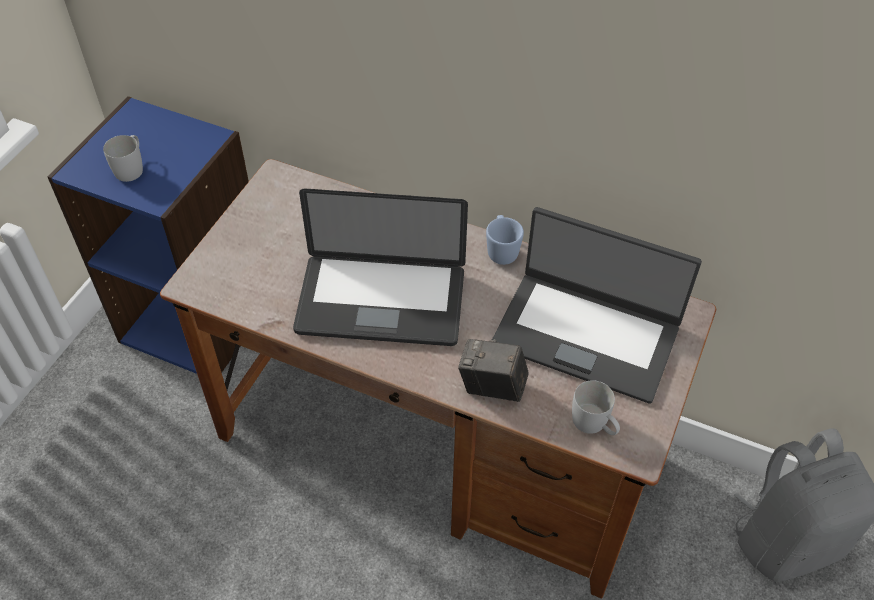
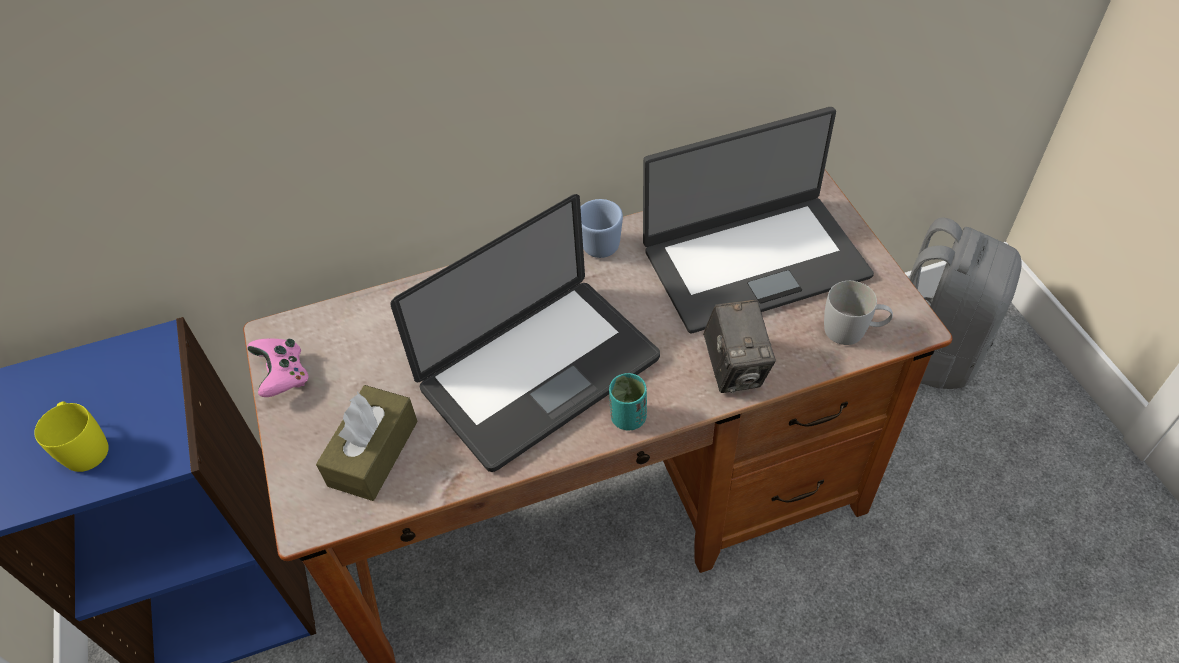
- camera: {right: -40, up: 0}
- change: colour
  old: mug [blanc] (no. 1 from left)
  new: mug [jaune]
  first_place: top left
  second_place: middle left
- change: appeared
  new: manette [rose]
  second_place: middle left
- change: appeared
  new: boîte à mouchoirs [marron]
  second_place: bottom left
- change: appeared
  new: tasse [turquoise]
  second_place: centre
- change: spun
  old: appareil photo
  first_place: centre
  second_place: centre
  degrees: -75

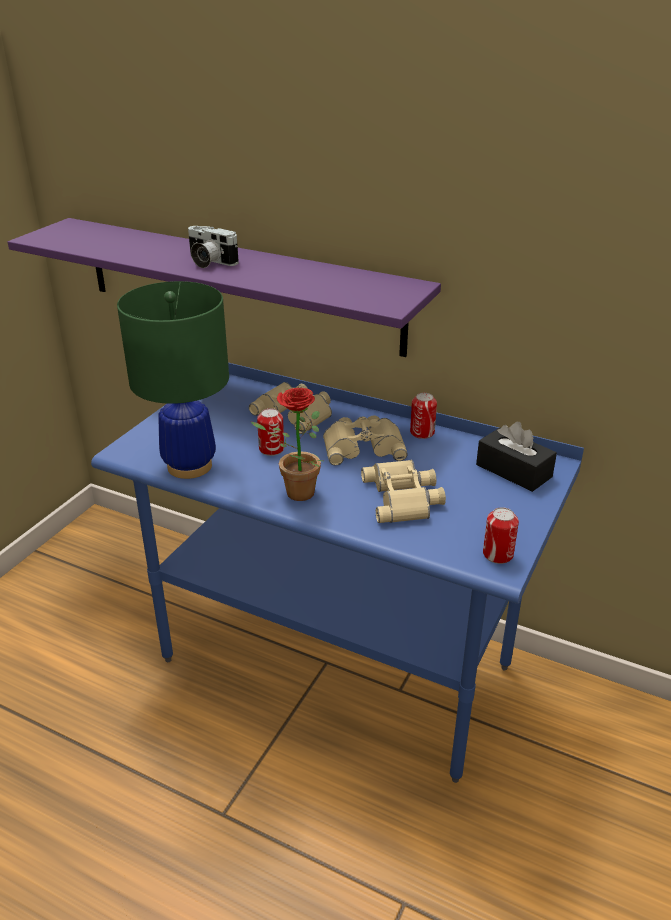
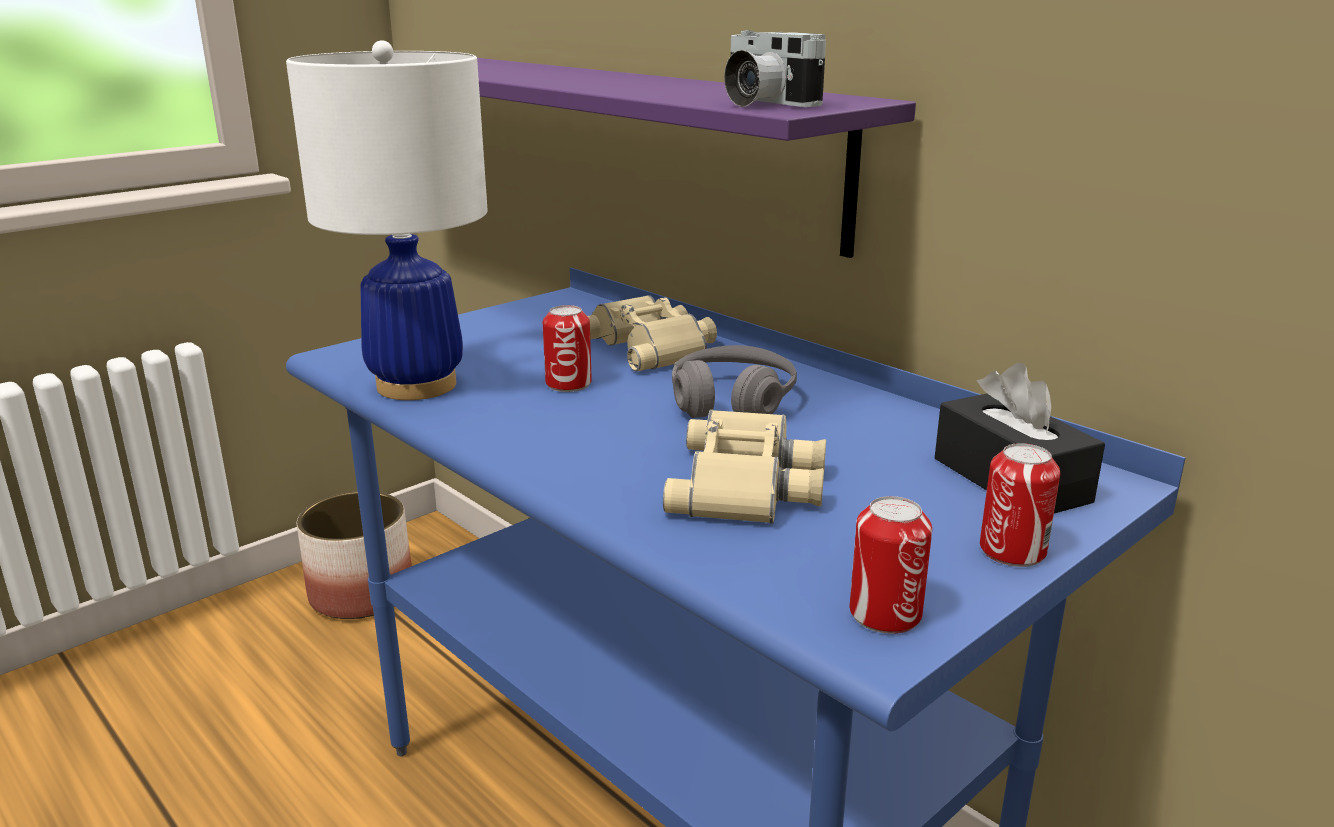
- camera: {right: 20, up: -10}
- change: colour
  old: lampe de table [vert]
  new: lampe de table [blanc]
  first_place: middle left
  second_place: top left
- change: appeared
  new: cache-pot
  second_place: bottom left
- change: exchanged
  old: jumelles [beige] (no. 2 from left)
  new: casque audio [gris]
  first_place: centre
  second_place: centre
- change: relocated
  old: appareil photo
  first_place: top left
  second_place: top centre
- change: relocated
  old: boîte métallique (no. 2 from left in the first image)
  new: boîte métallique (no. 3 from left)
  first_place: centre
  second_place: middle right
- change: missing
  old: plante en pot
  first_place: centre

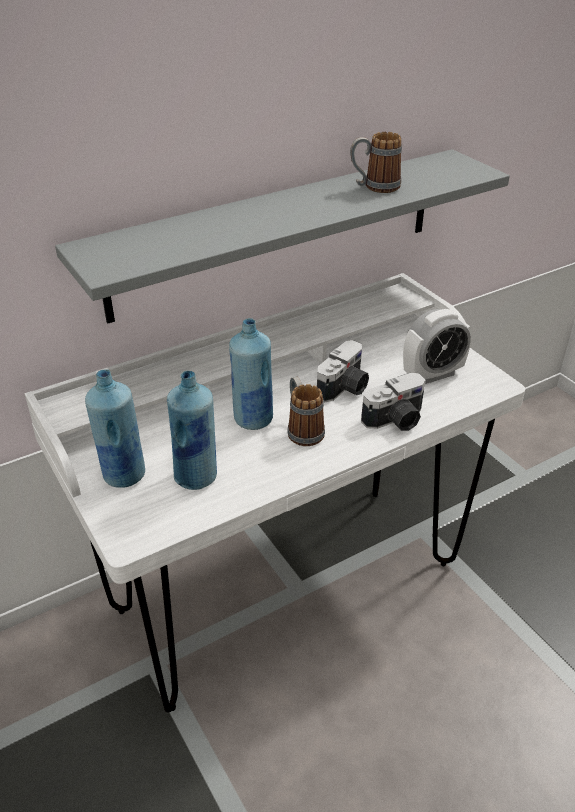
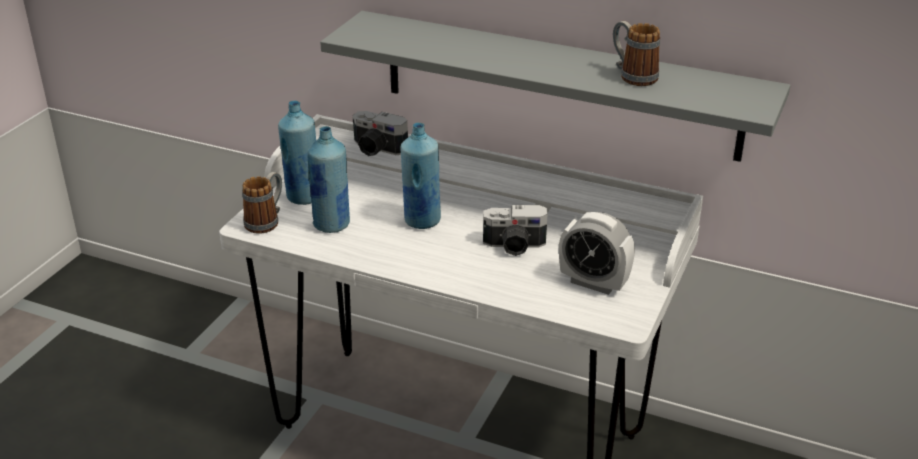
- camera: {right: 55, up: -5}
- change: relocated
  old: mug (no. 1 from left)
  first_place: centre
  second_place: middle left
- change: relocated
  old: appareil photo (no. 2 from left in the first image)
  new: appareil photo (no. 1 from left)
  first_place: middle right
  second_place: top centre

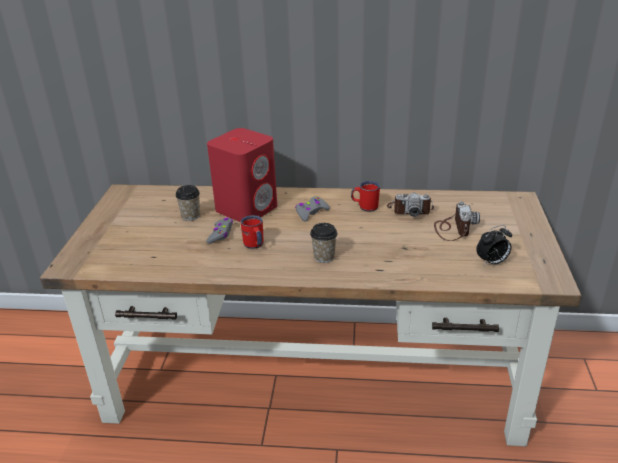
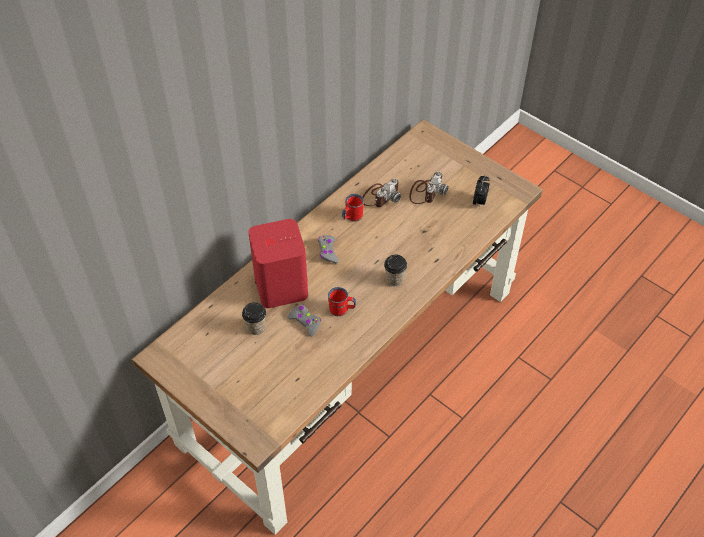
- camera: {right: -55, up: 20}
- change: spun
  old: appareil photo (no. 2 from left)
  first_place: middle right
  second_place: centre
  degrees: 75

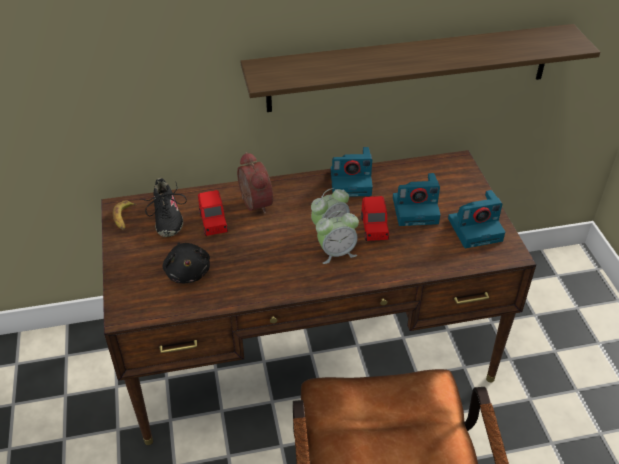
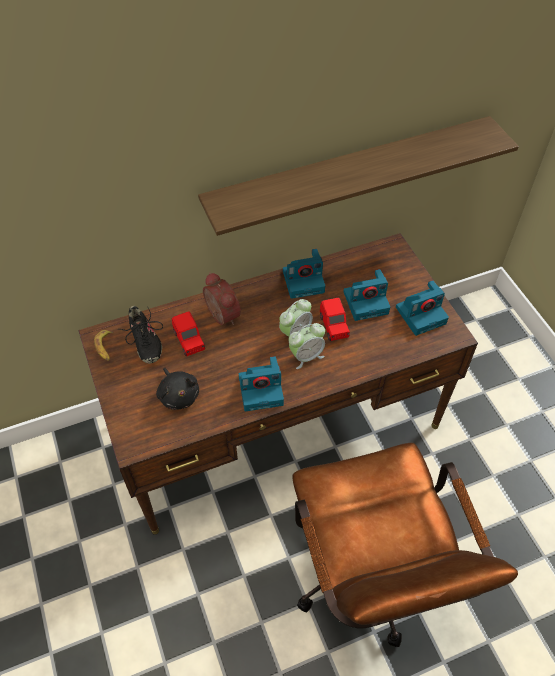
- camera: {right: -10, up: 10}
- change: appeared
  new: appareil photo (no. 1 from left)
  second_place: centre

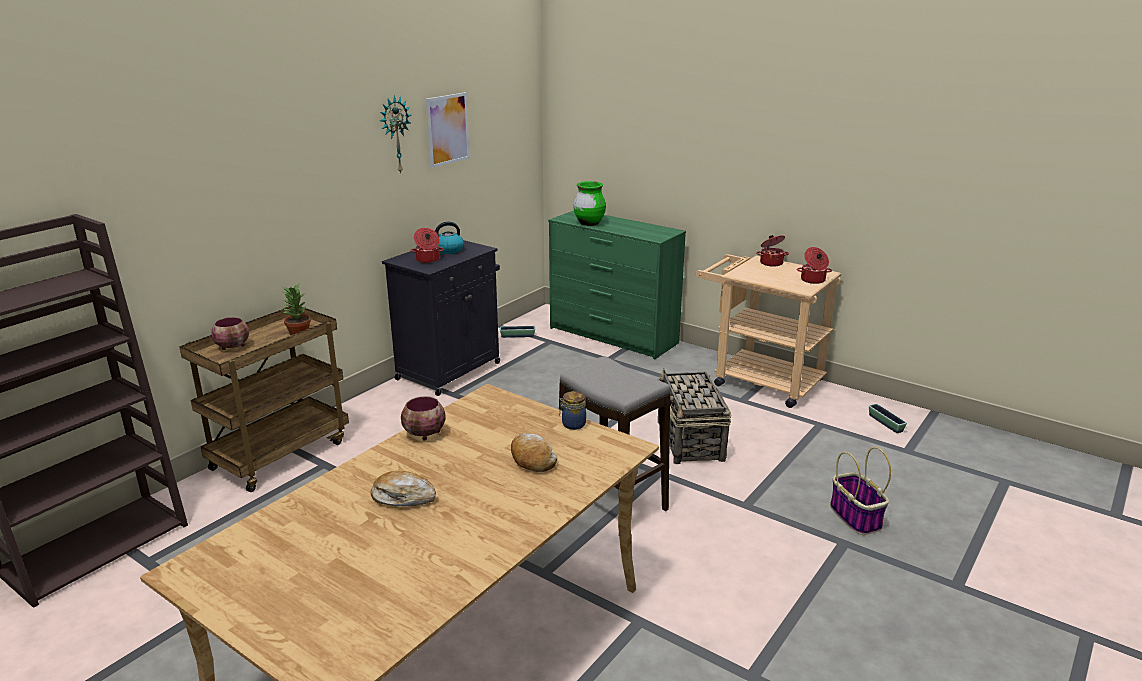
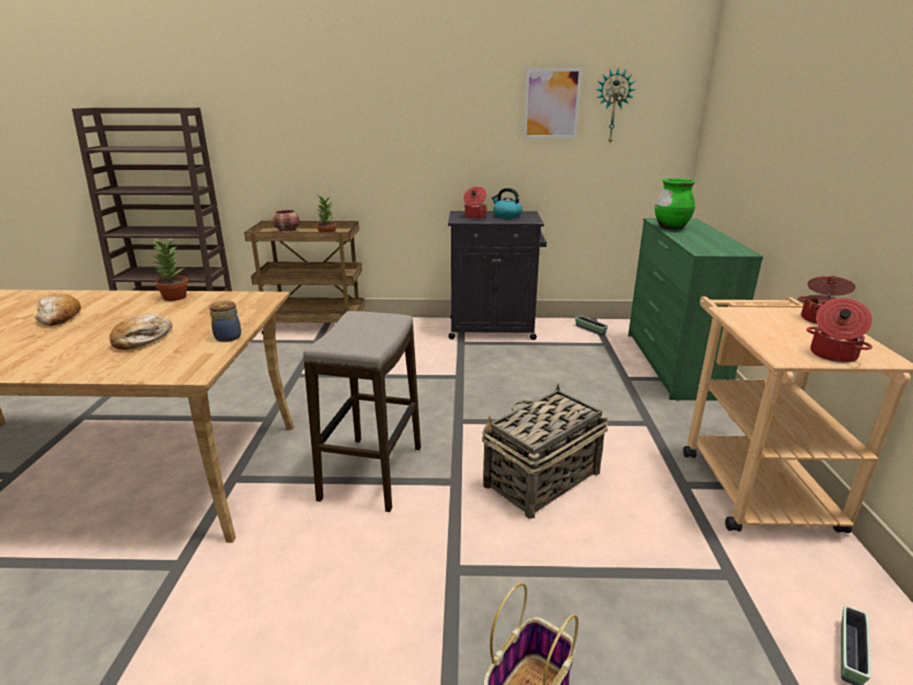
- camera: {right: 55, up: 0}
- change: exchanged
  old: bol (no. 2 from left)
  new: plante en pot (no. 1 from left)
  first_place: centre
  second_place: middle left
- change: relocated
  old: horloge murale
  first_place: top centre
  second_place: top right

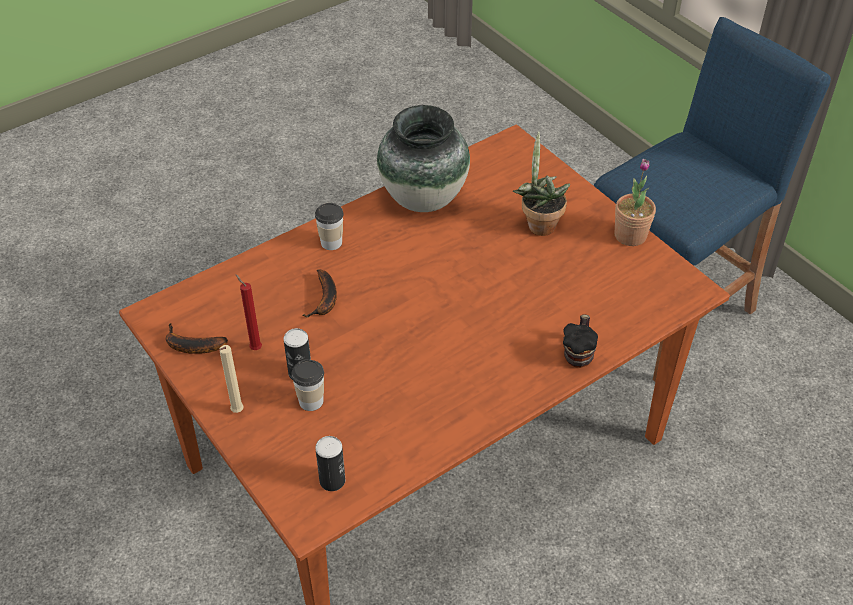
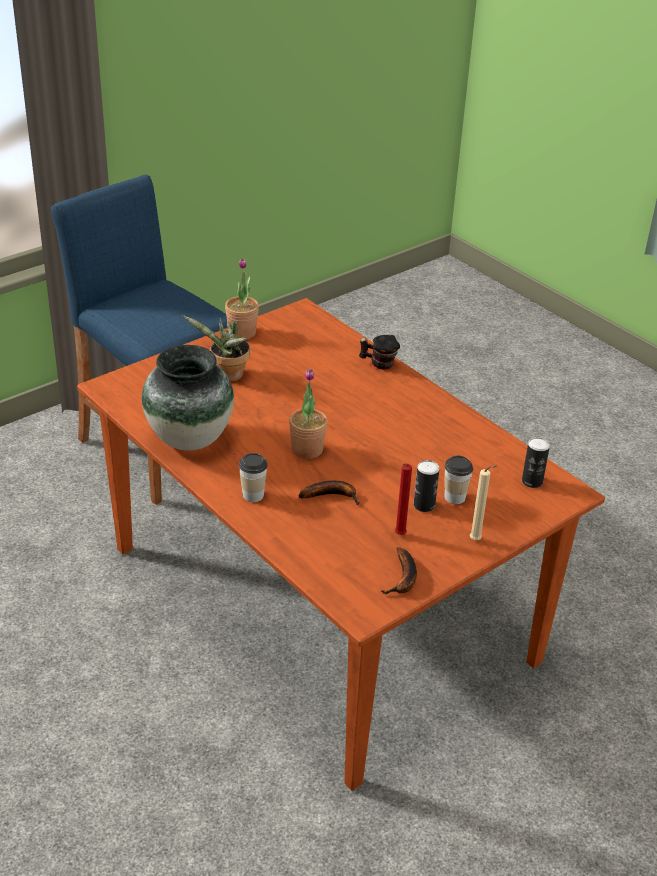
- camera: {right: -95, up: -10}
- change: appeared
  new: plante en pot (no. 3 from left)
  second_place: centre

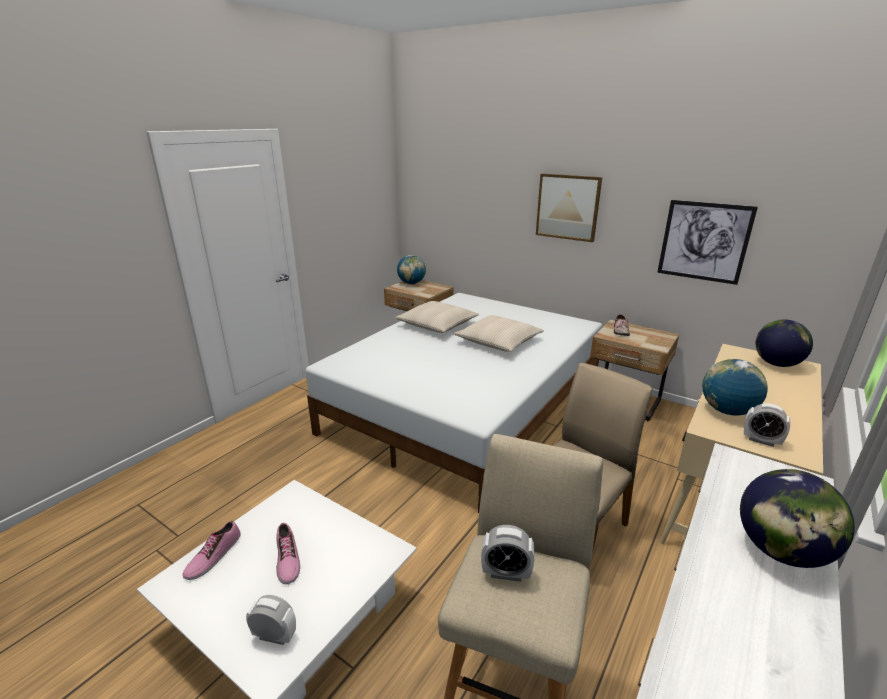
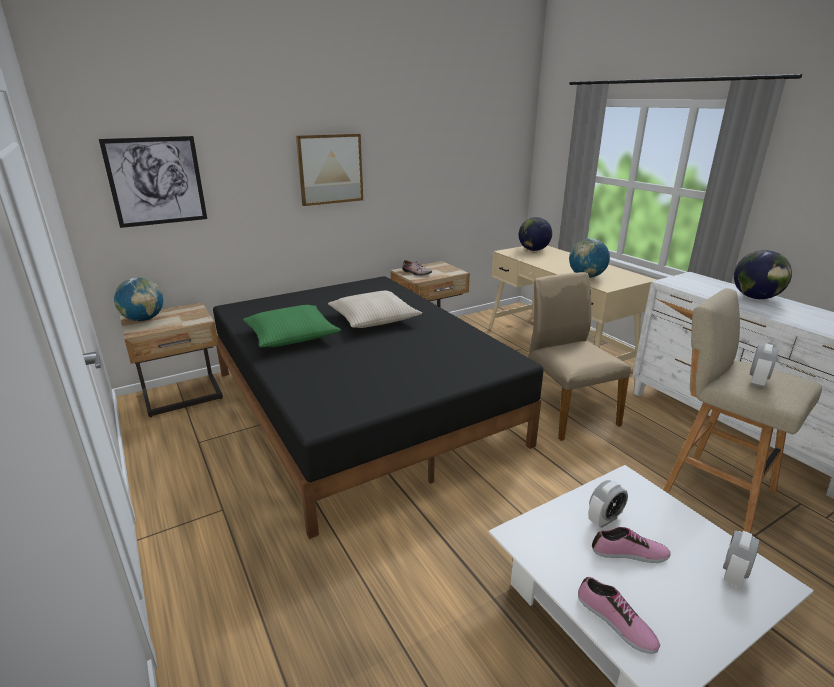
- camera: {right: -65, up: 0}
- change: relocated
  old: tableau (no. 2 from left in the first image)
  new: tableau (no. 1 from left)
  first_place: middle right
  second_place: top left
- change: colour
  old: lit [blanc]
  new: lit [noir]
  first_place: centre
  second_place: centre
- change: colour
  old: coussin [beige] (no. 1 from left)
  new: coussin [vert]
  first_place: centre
  second_place: centre
- change: relocated
  old: réveil (no. 3 from left in the first image)
  new: réveil (no. 1 from left)
  first_place: middle right
  second_place: bottom right

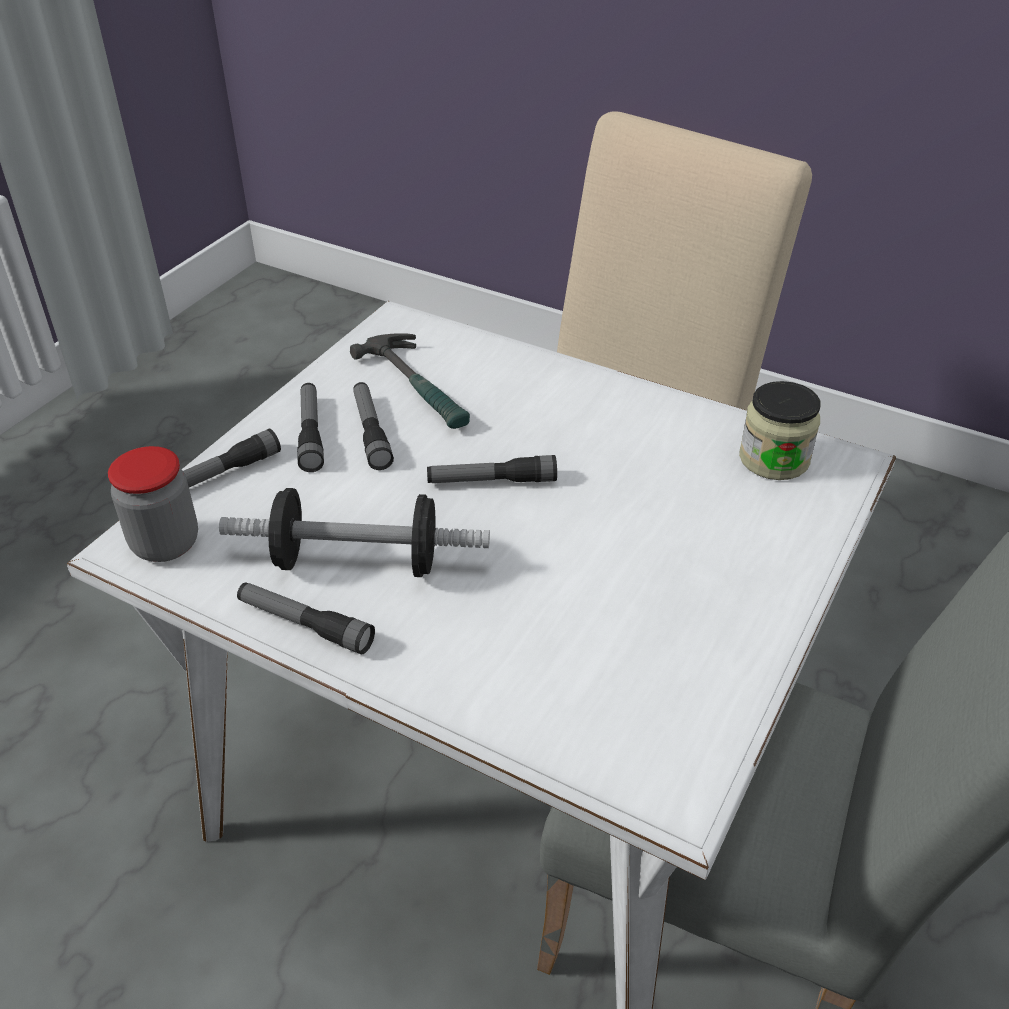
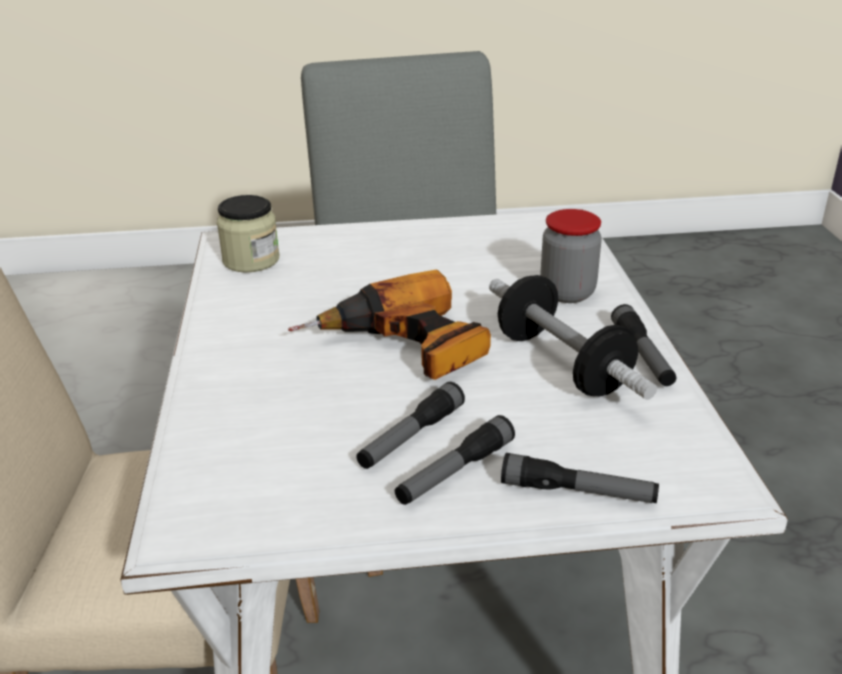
- camera: {right: -125, up: -10}
- change: exchanged
  old: lampe de poche (no. 5 from left)
  new: perceuse
  first_place: centre
  second_place: centre
- change: relocated
  old: bocal (no. 1 from left in the first image)
  new: bocal (no. 2 from left)
  first_place: middle left
  second_place: middle right
- change: missing
  old: marteau
  first_place: centre

